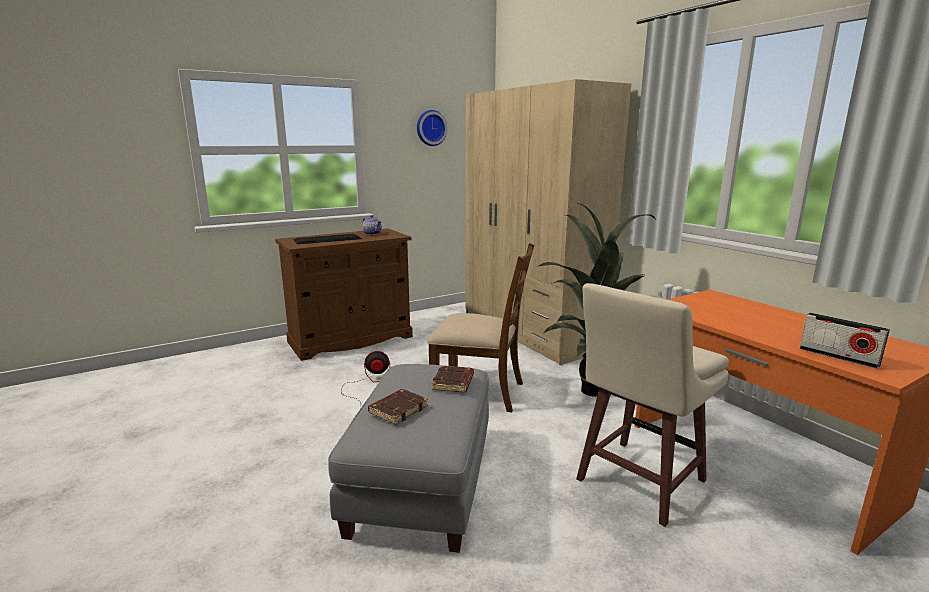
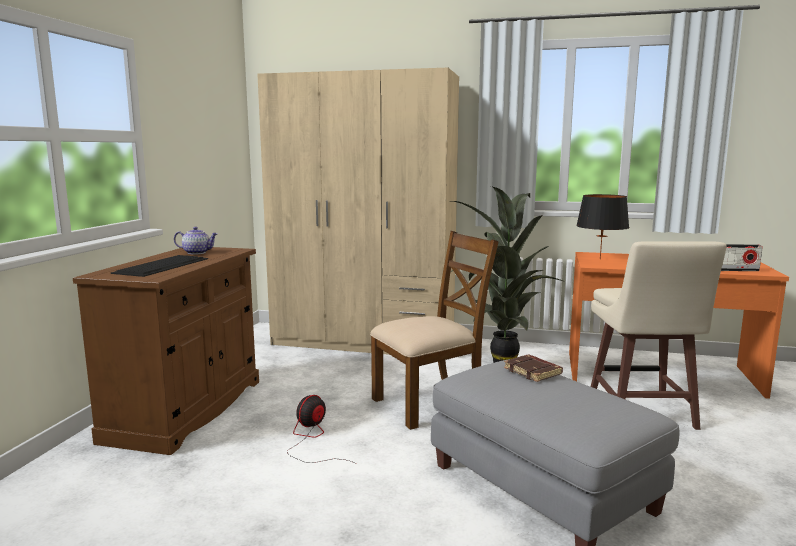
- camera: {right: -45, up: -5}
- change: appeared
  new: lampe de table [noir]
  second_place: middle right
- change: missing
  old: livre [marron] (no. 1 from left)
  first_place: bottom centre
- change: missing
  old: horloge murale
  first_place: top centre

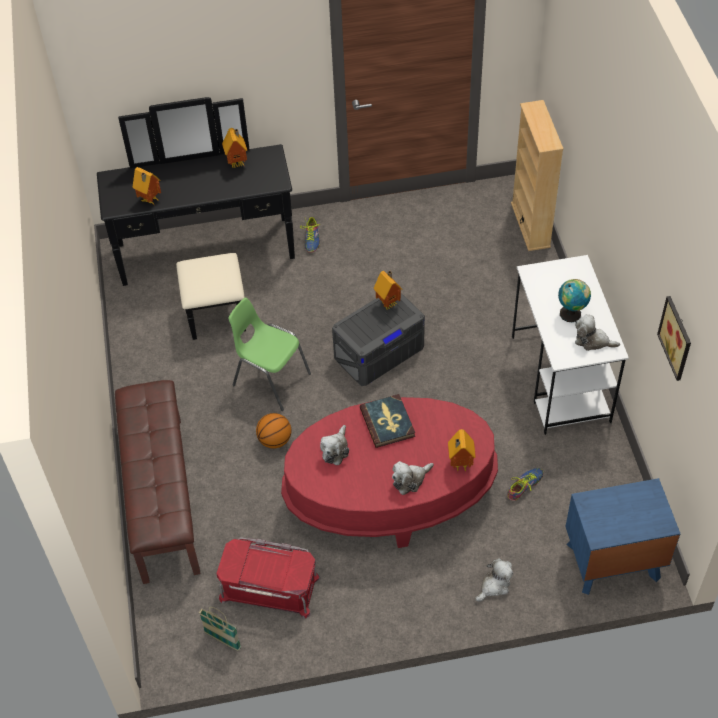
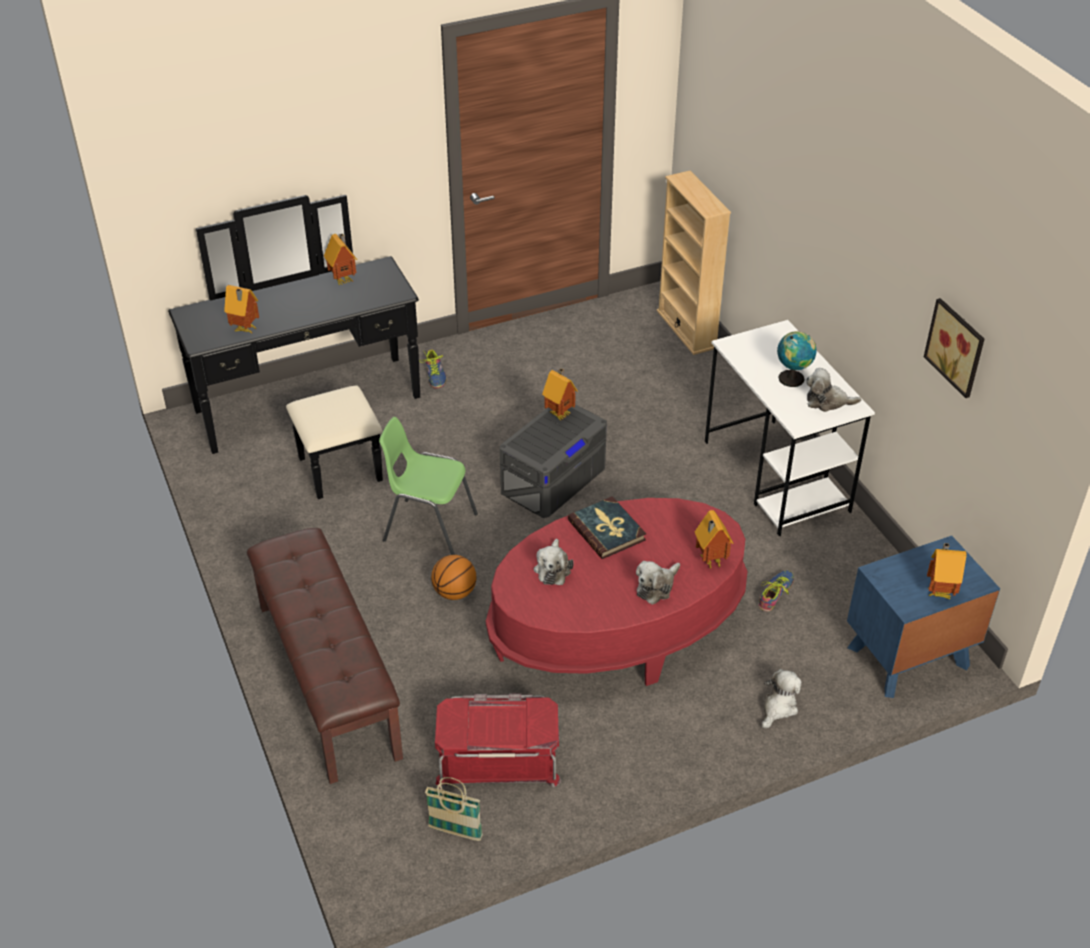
- camera: {right: -15, up: -10}
- change: appeared
  new: maison miniature (no. 5 from left)
  second_place: middle right

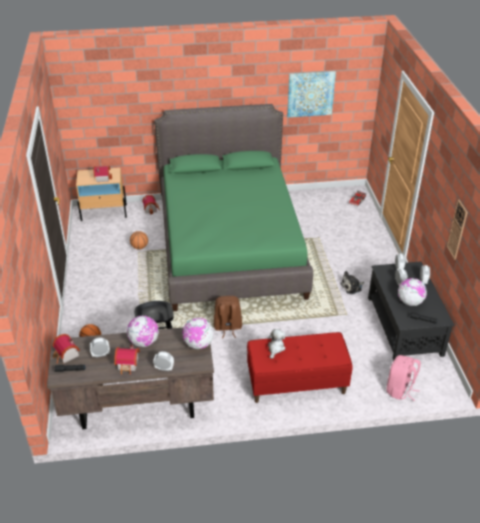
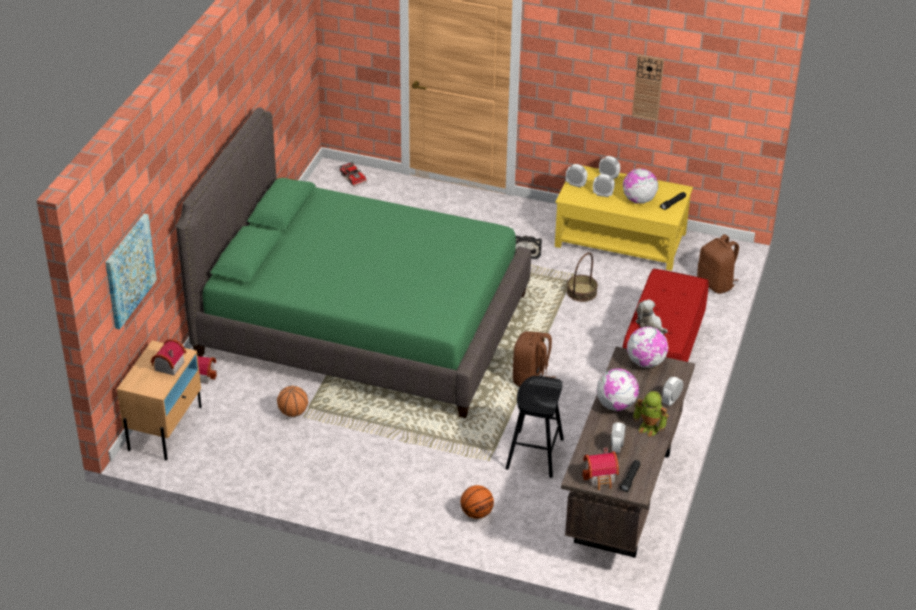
- camera: {right: -65, up: 0}
- change: relocated
  old: tableau
  first_place: top centre
  second_place: middle left
- change: colour
  old: table basse [noir]
  new: table basse [jaune]
  first_place: middle right
  second_place: middle right
- change: appeared
  new: panier
  second_place: centre
- change: exchanged
  old: maison miniature (no. 3 from left)
  new: robot jouet
  first_place: bottom left
  second_place: bottom right
- change: colour
  old: sac à dos [rose]
  new: sac à dos [marron] (no. 2 from left)
  first_place: bottom right
  second_place: middle right

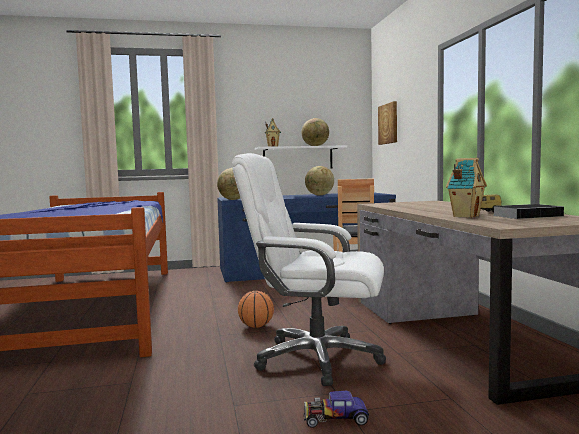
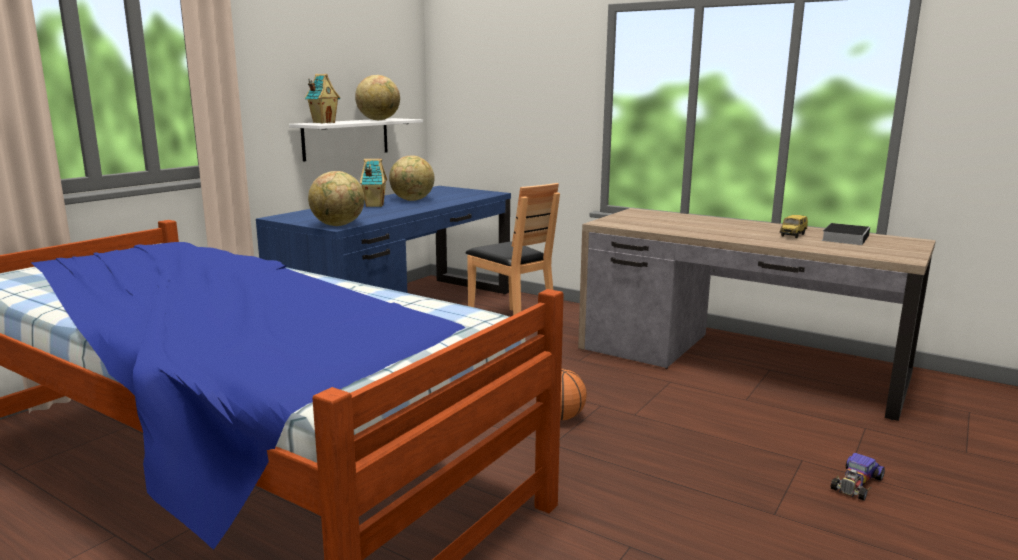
- camera: {right: -45, up: 10}
- change: relocated
  old: maison miniature (no. 2 from left)
  first_place: middle right
  second_place: top centre
- change: missing
  old: chaise de bureau [blanc]
  first_place: centre
- change: missing
  old: tableau
  first_place: top right

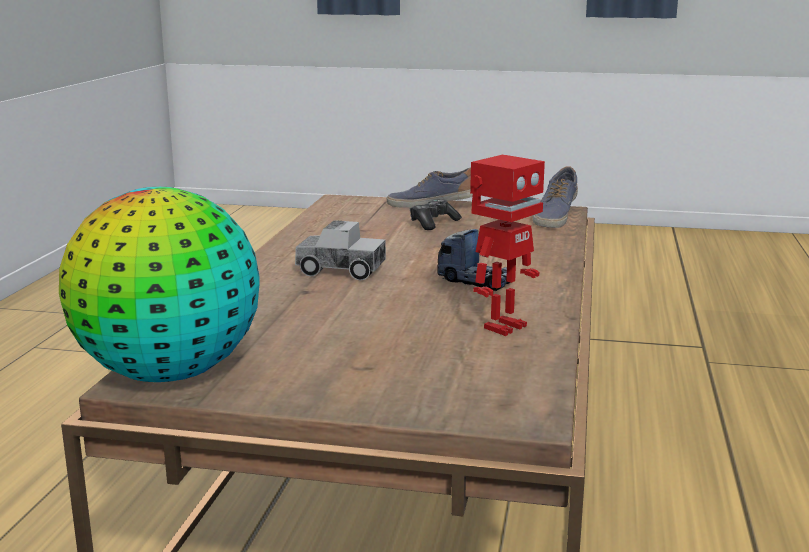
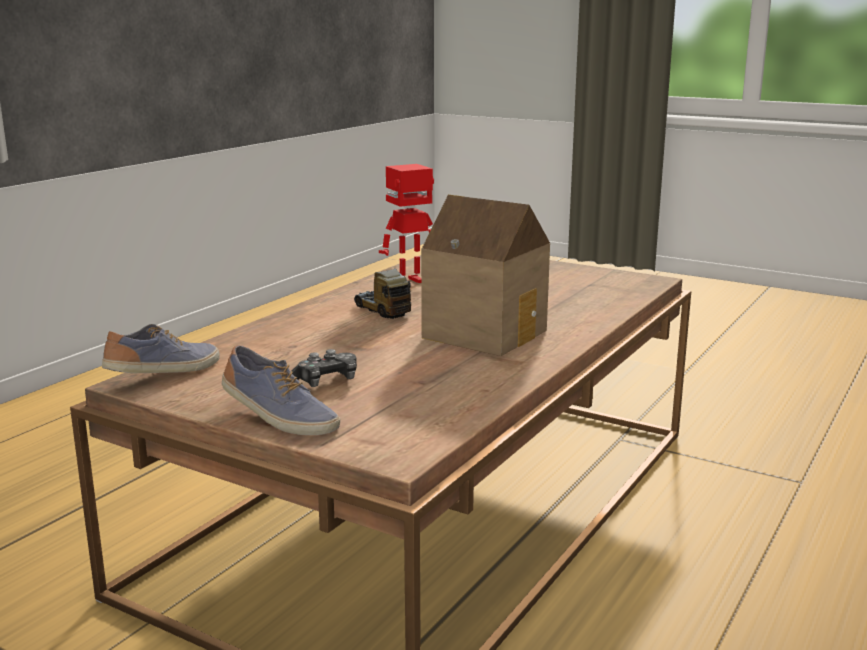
- camera: {right: -160, up: 0}
- change: exchanged
  old: camion jouet (no. 1 from left)
  new: maison miniature
  first_place: centre
  second_place: centre
- change: missing
  old: globe
  first_place: middle left

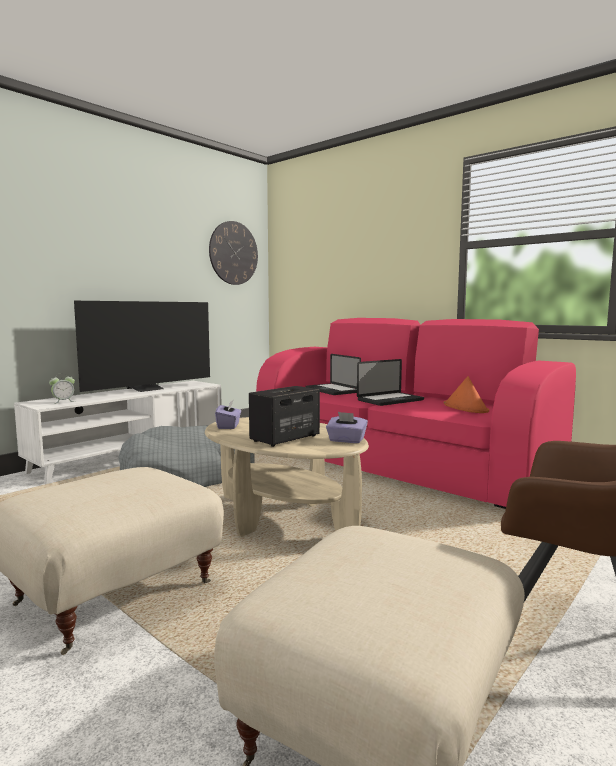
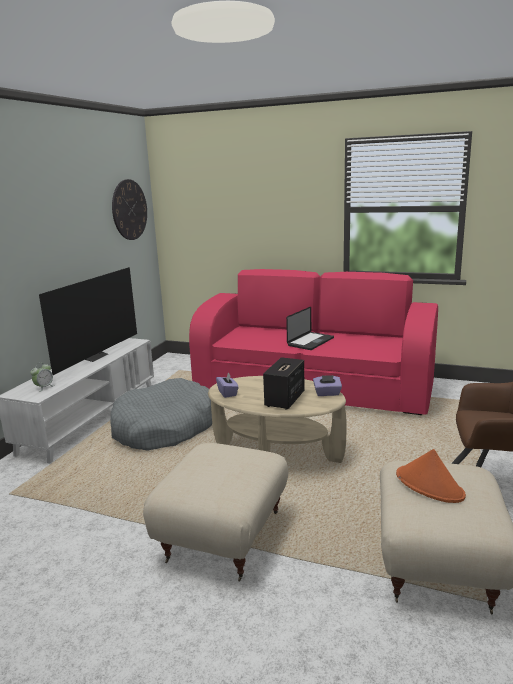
- camera: {right: -20, up: 10}
- change: relocated
  old: chapeau [orange]
  first_place: middle right
  second_place: bottom right
- change: missing
  old: ordinateur portable (no. 1 from left)
  first_place: centre

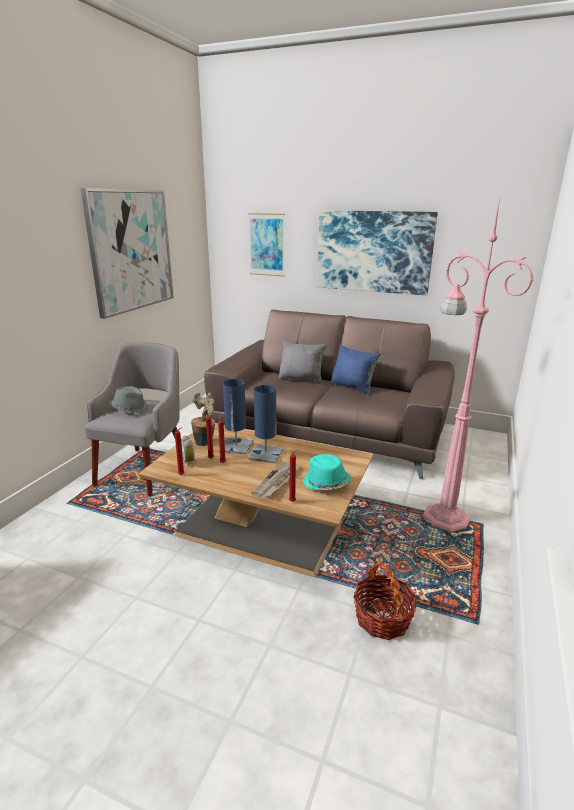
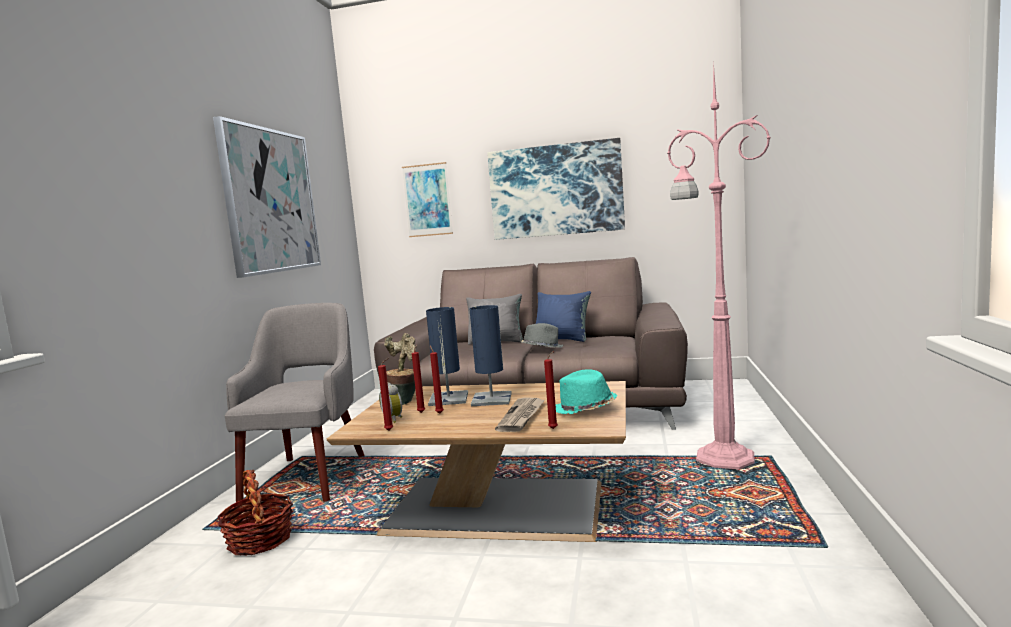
- camera: {right: -10, up: -15}
- change: relocated
  old: panier
  first_place: bottom right
  second_place: bottom left
- change: relocated
  old: chapeau [gris]
  first_place: middle left
  second_place: centre

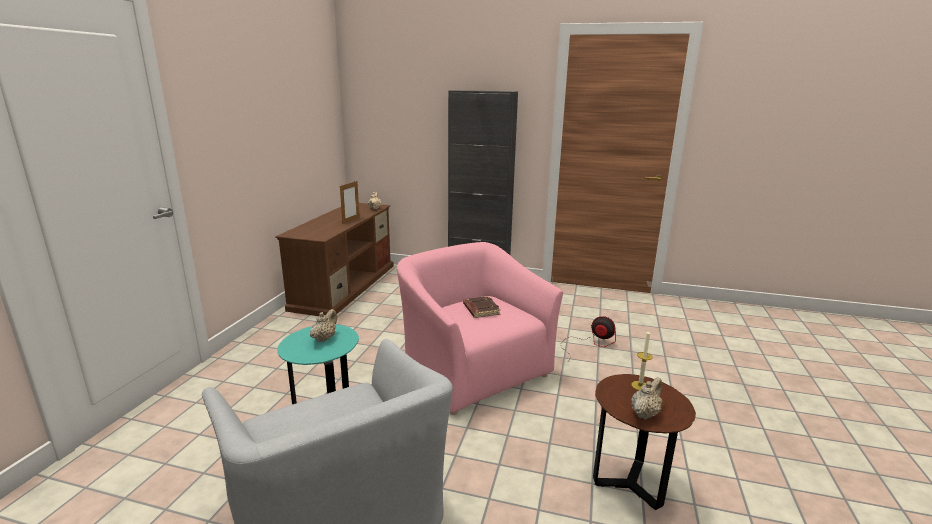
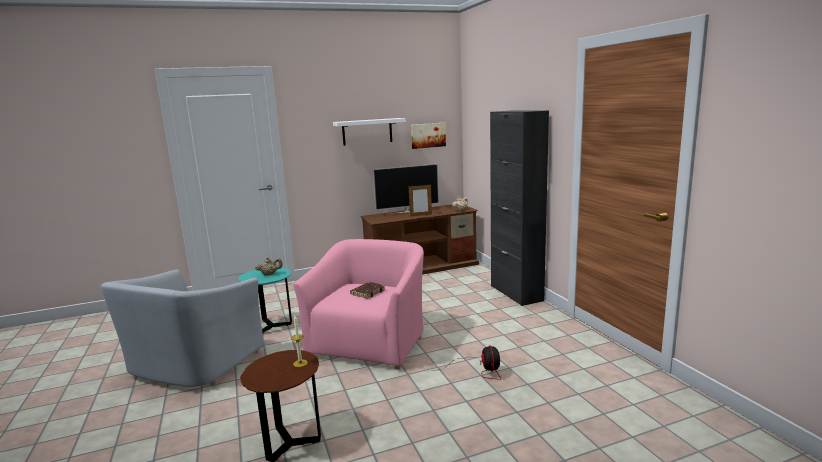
- camera: {right: 55, up: -5}
- change: appeared
  new: étagère [blanc]
  second_place: top centre
- change: appeared
  new: téléviseur
  second_place: centre
- change: appeared
  new: tableau
  second_place: top centre
- change: missing
  old: théière [beige] (no. 3 from left)
  first_place: bottom right

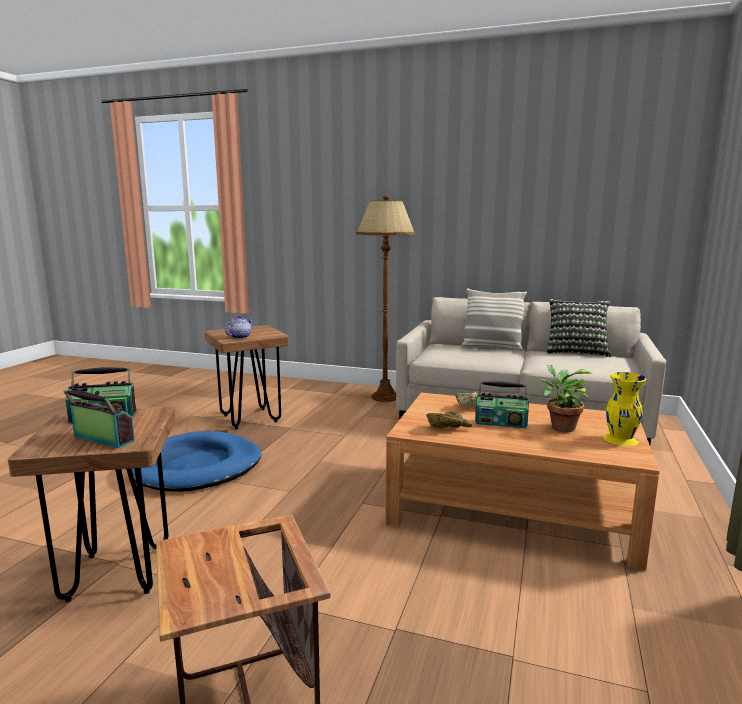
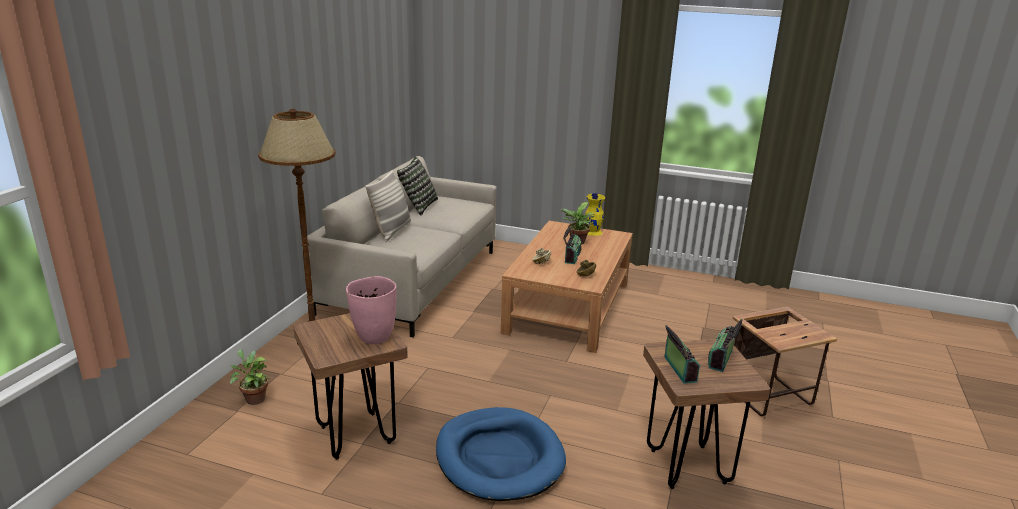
- camera: {right: -90, up: 10}
- change: appeared
  new: plante en pot (no. 1 from left)
  second_place: bottom left
- change: exchanged
  old: théière
  new: vase [rose]
  first_place: middle left
  second_place: centre

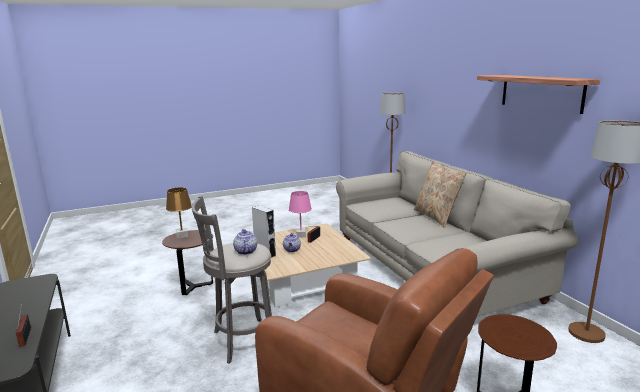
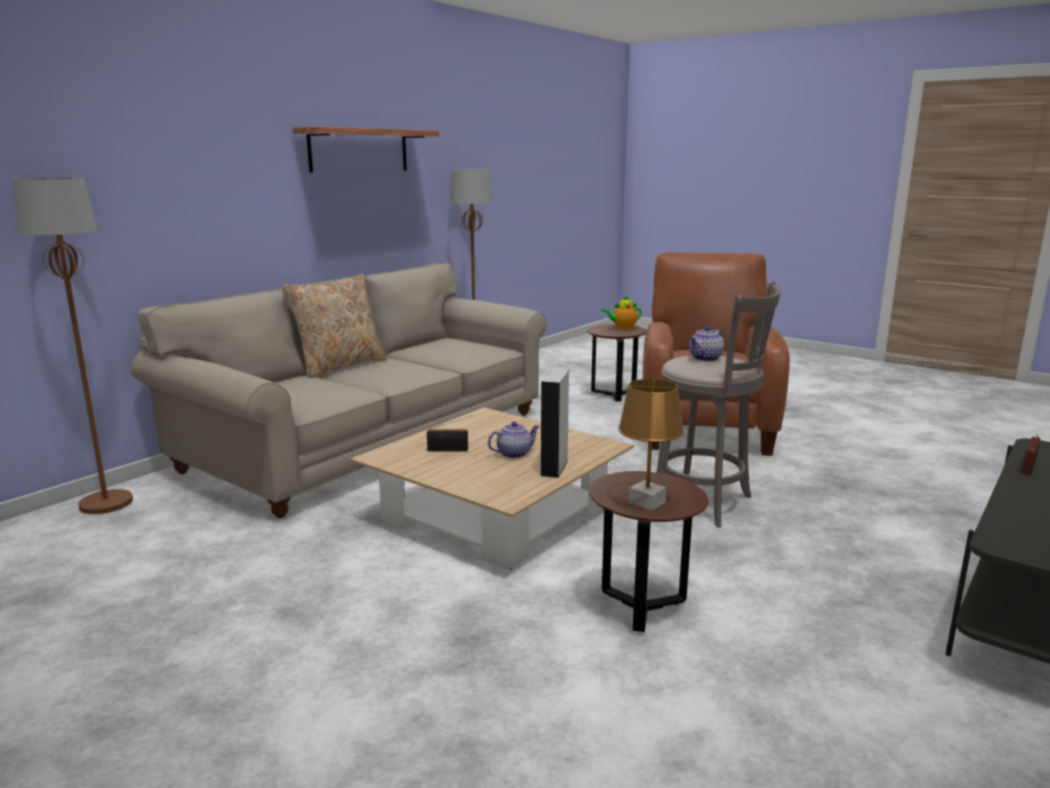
- camera: {right: -120, up: 0}
- change: appeared
  new: théière (no. 2 from left)
  second_place: centre
- change: missing
  old: lampe de table [rose]
  first_place: centre

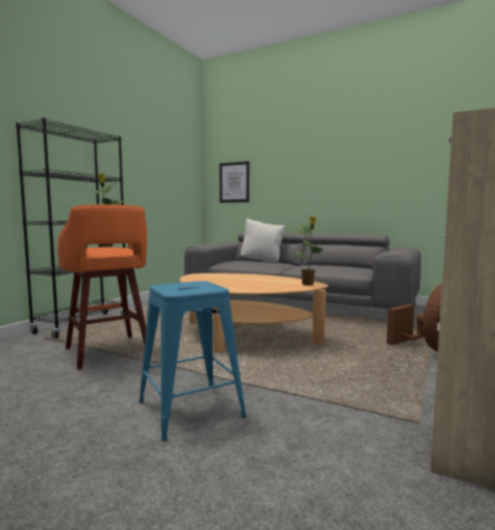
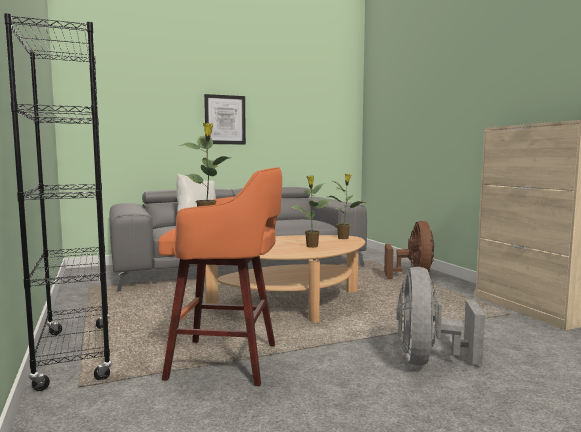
- camera: {right: -50, up: 0}
- change: relocated
  old: tableau
  first_place: centre
  second_place: top centre
- change: appeared
  new: plante en pot (no. 2 from left)
  second_place: centre
- change: exchanged
  old: tabouret [bleu]
  new: ventilateur [gris]
  first_place: bottom centre
  second_place: bottom right

